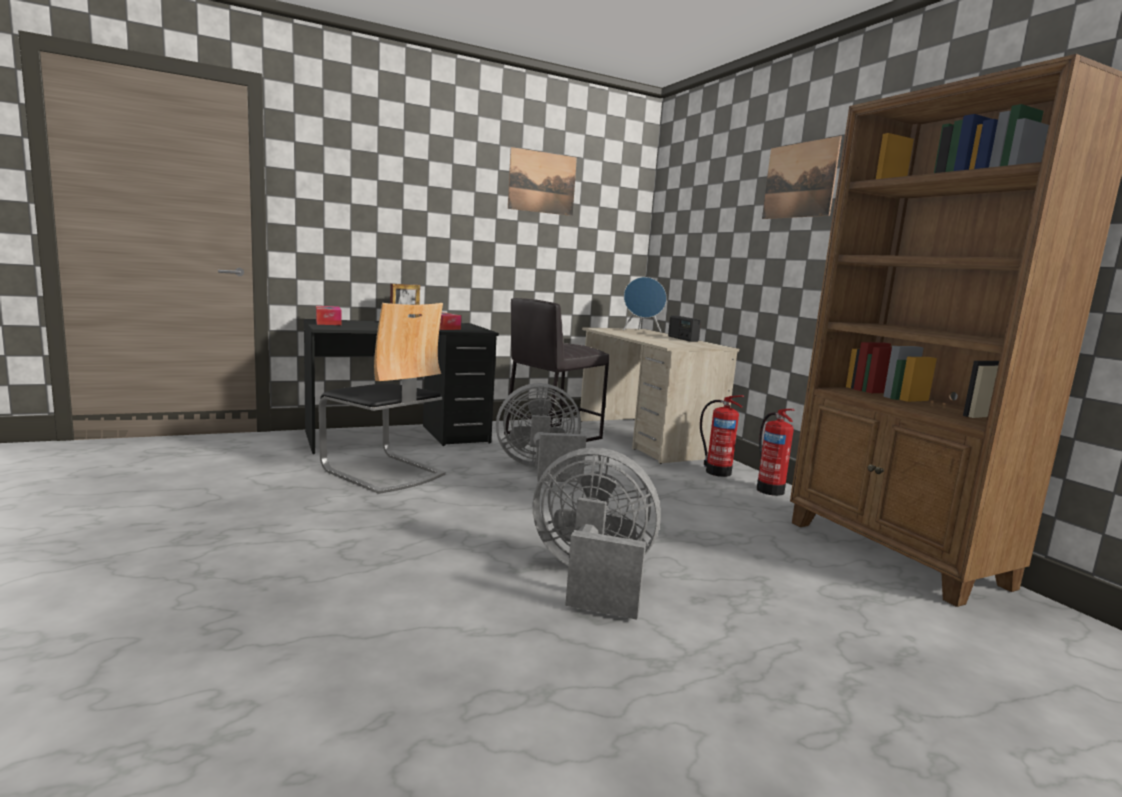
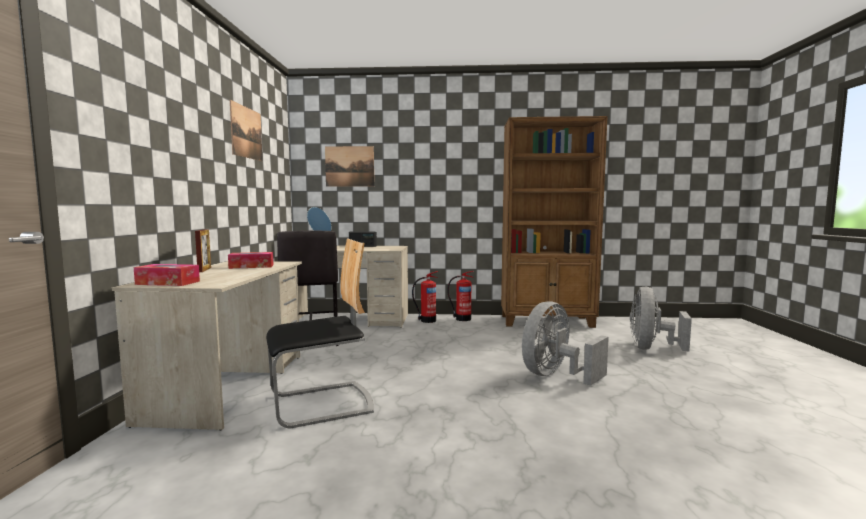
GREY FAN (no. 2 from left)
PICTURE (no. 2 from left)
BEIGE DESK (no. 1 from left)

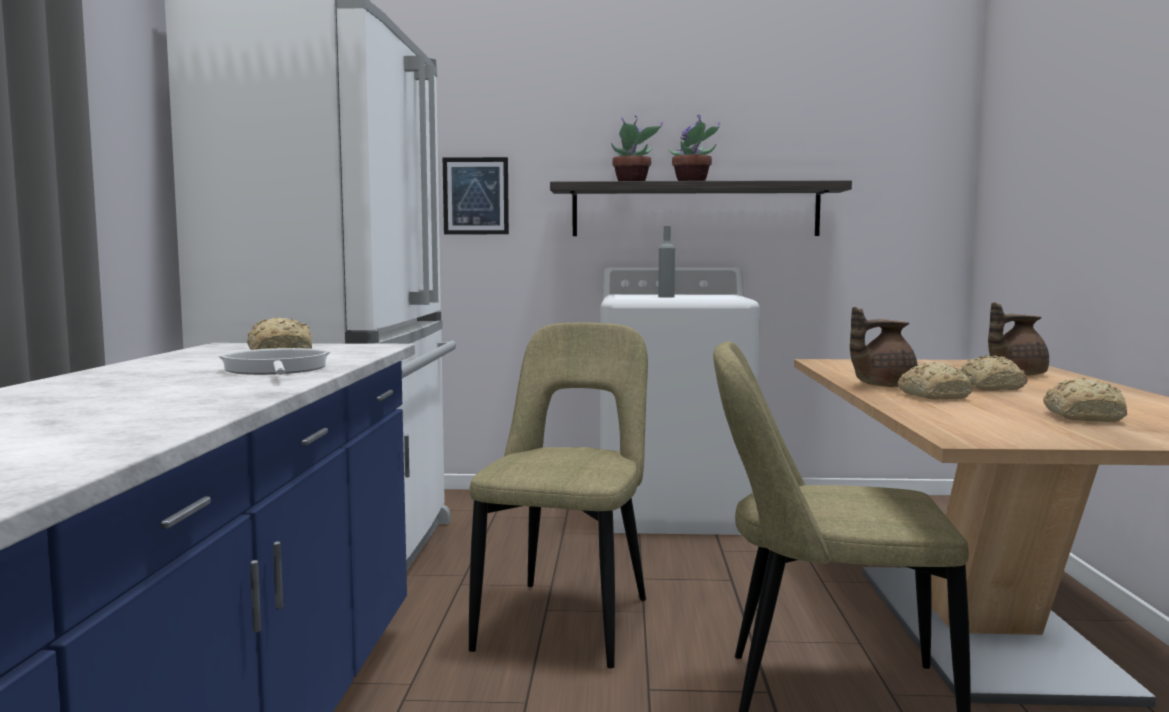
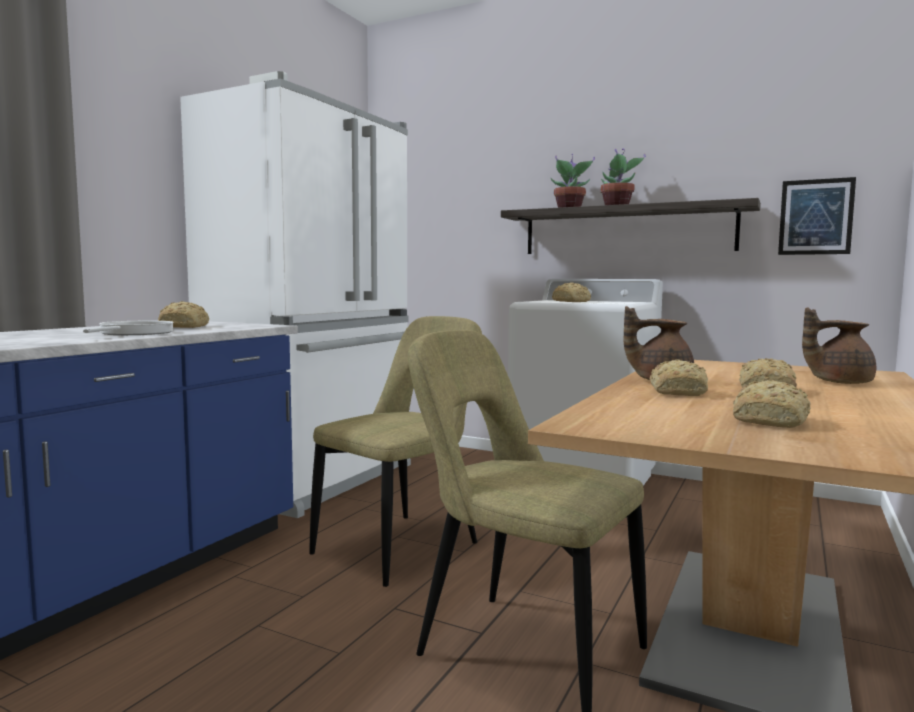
PICTURE
BREAD (no. 2 from left)

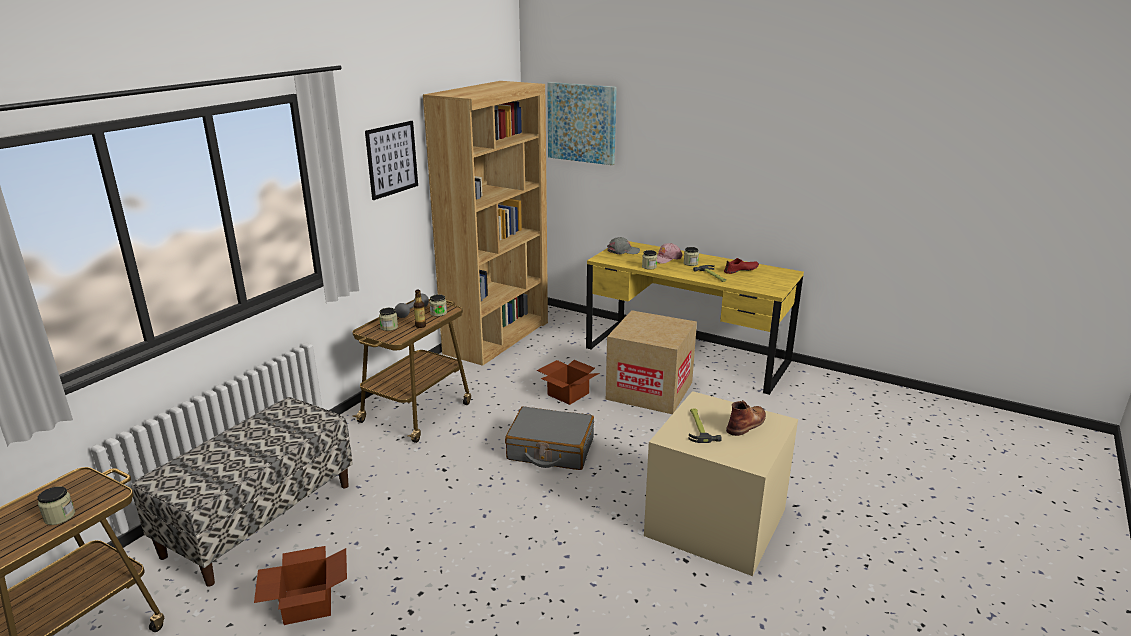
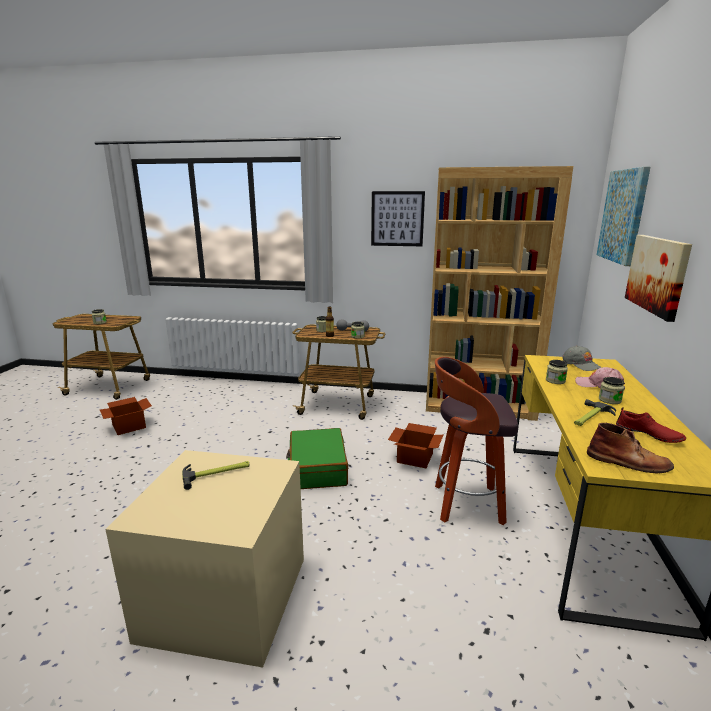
BENCH
PICTURE (no. 3 from left)
BROWN BOOT
STOOL
GREEN SUITCASE

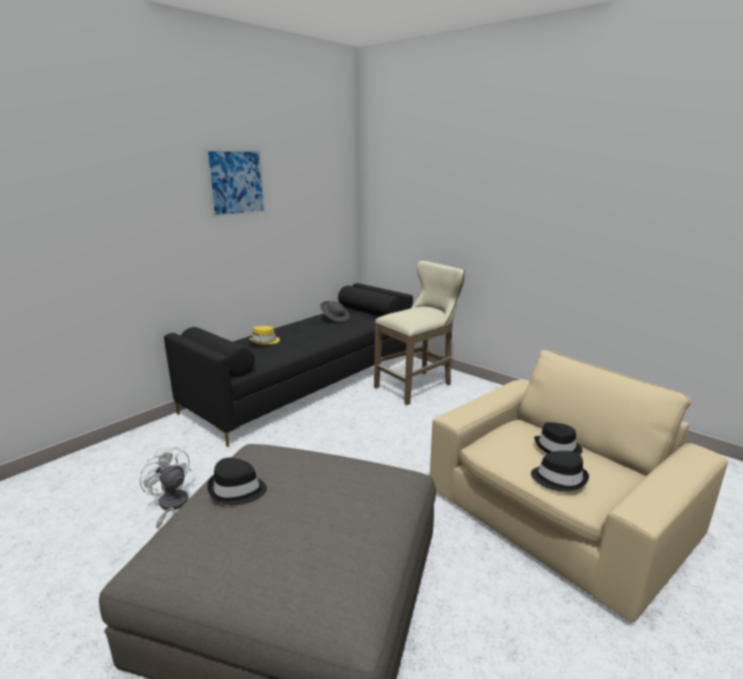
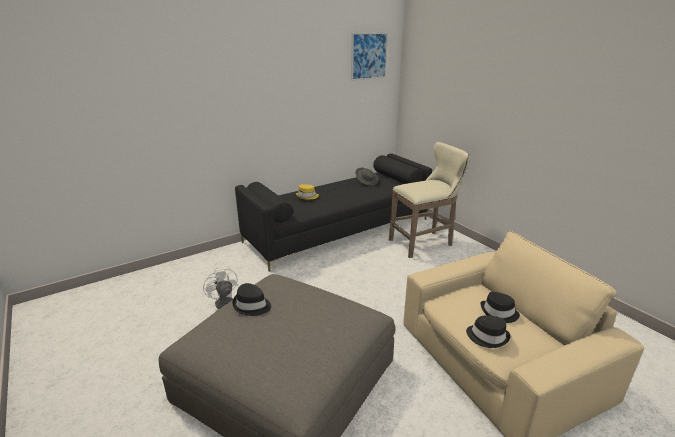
PICTURE

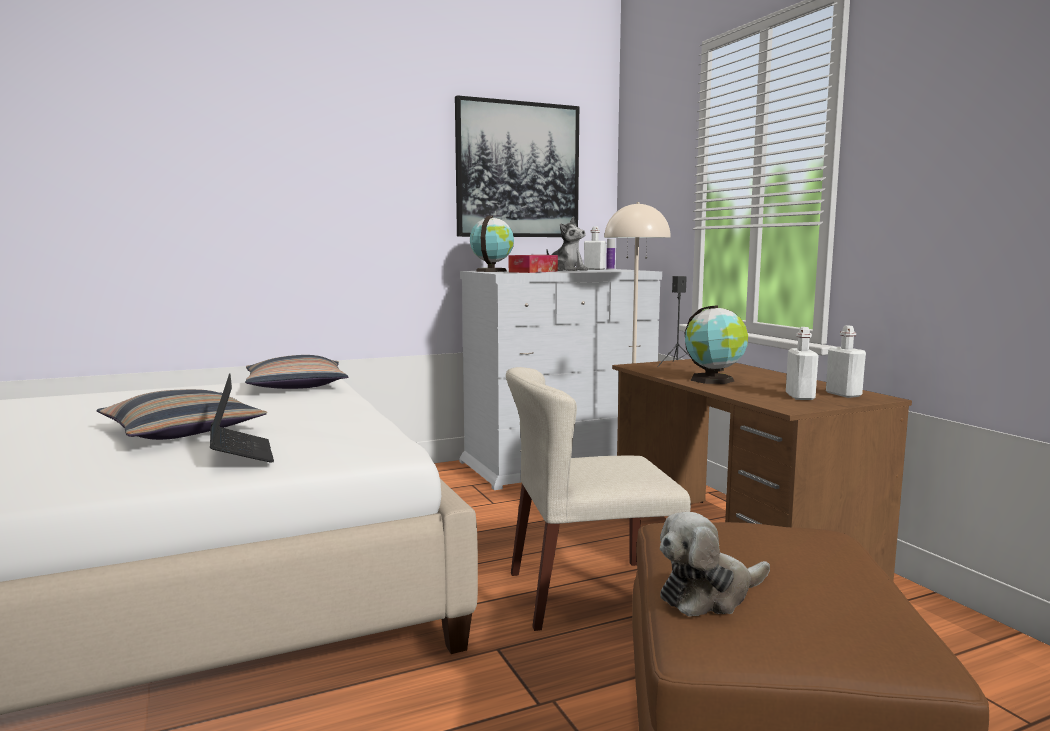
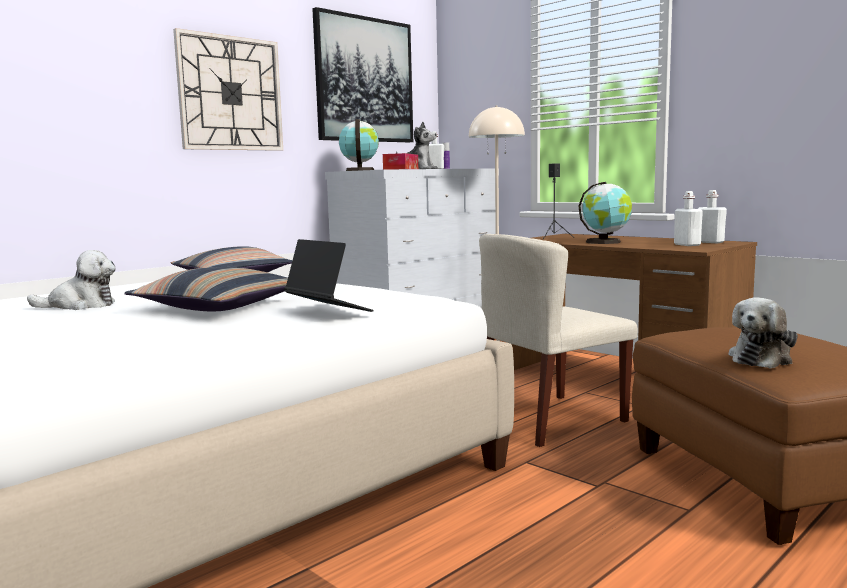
PLUSH TOY (no. 1 from left)
WALL CLOCK

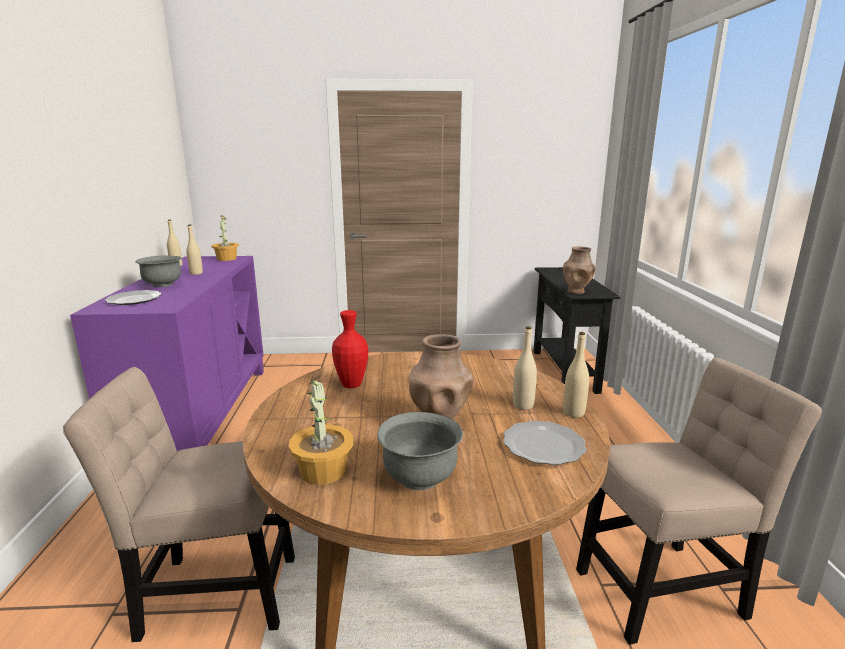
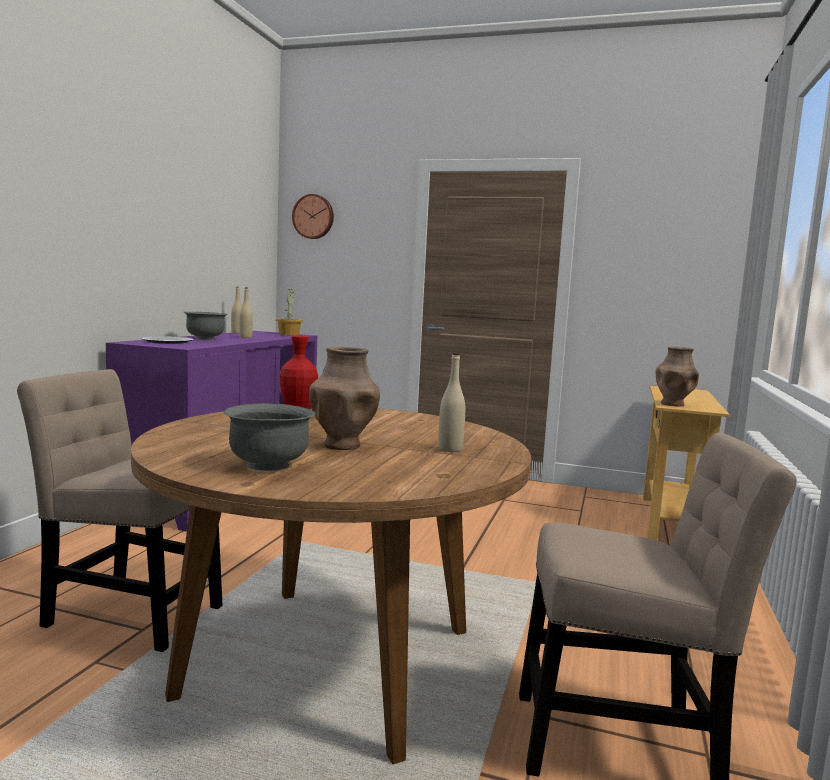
POTTED PLANT (no. 2 from left in the first image)
PLATE (no. 2 from left in the first image)
BEIGE BOTTLE (no. 4 from left in the first image)
WALL CLOCK
BEIGE CONSOLE TABLE

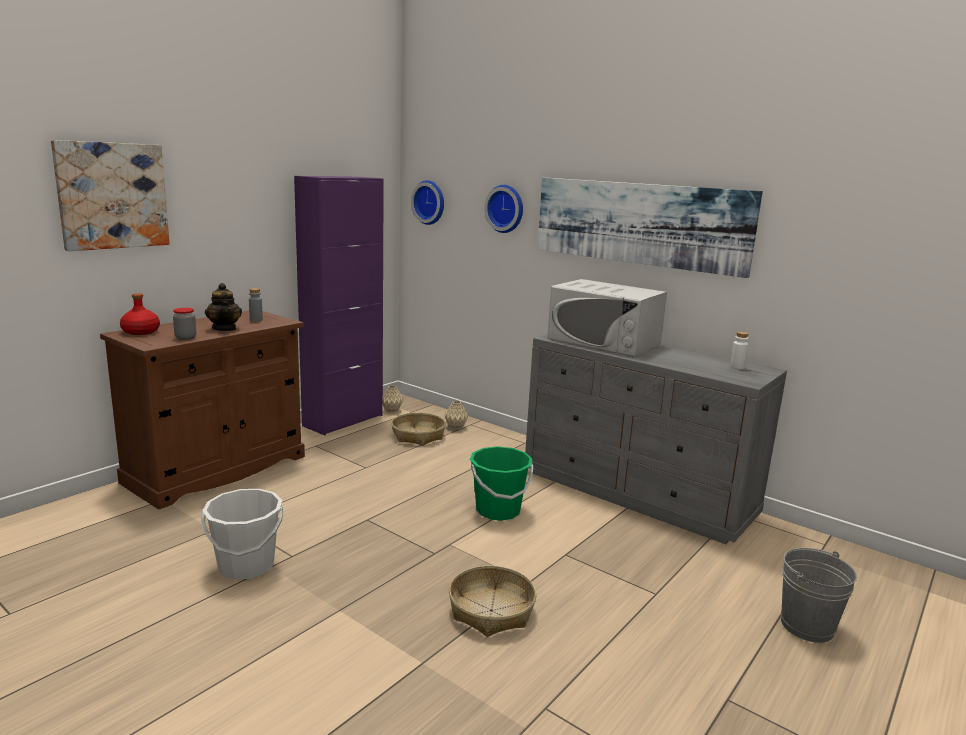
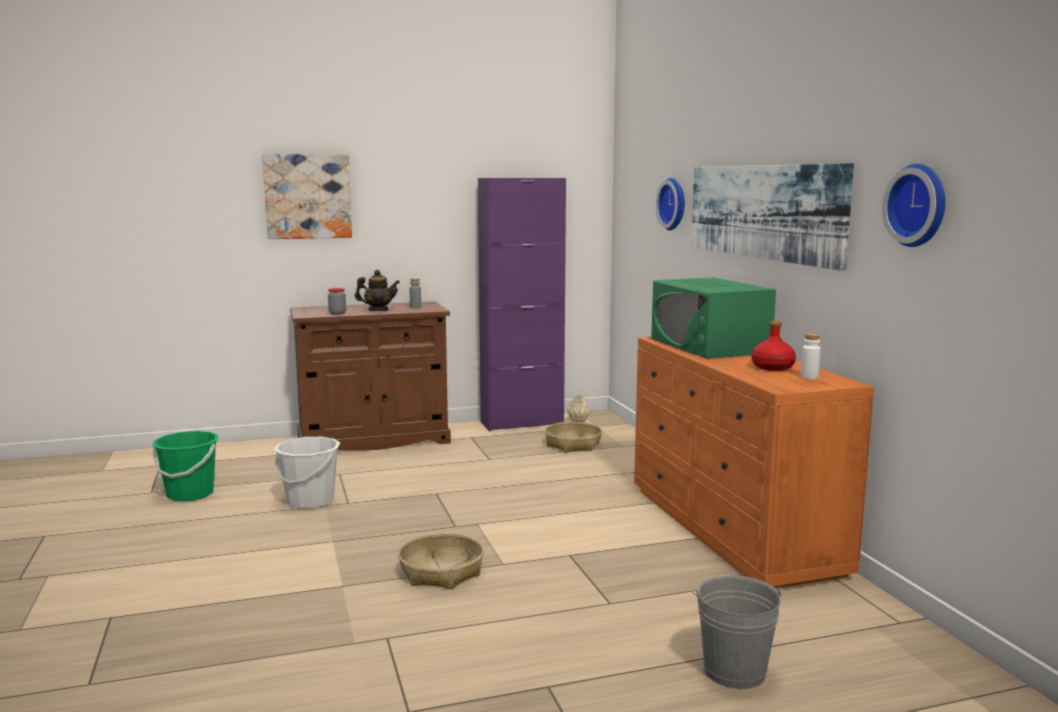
BEIGE VASE (no. 2 from left in the first image)
RED BOTTLE
WALL CLOCK (no. 2 from left)
GREEN BUCKET
ORANGE DRESSER
GREEN MICROWAVE
TEAPOT

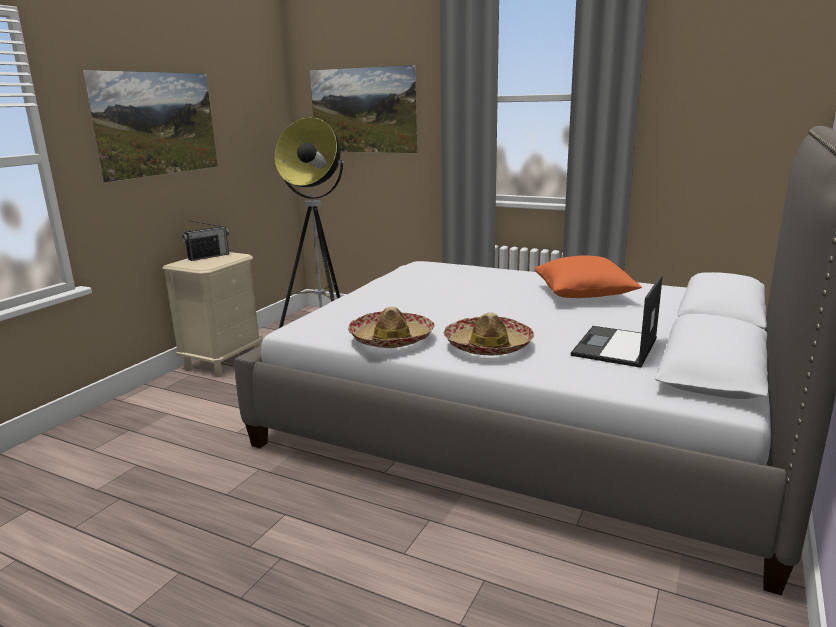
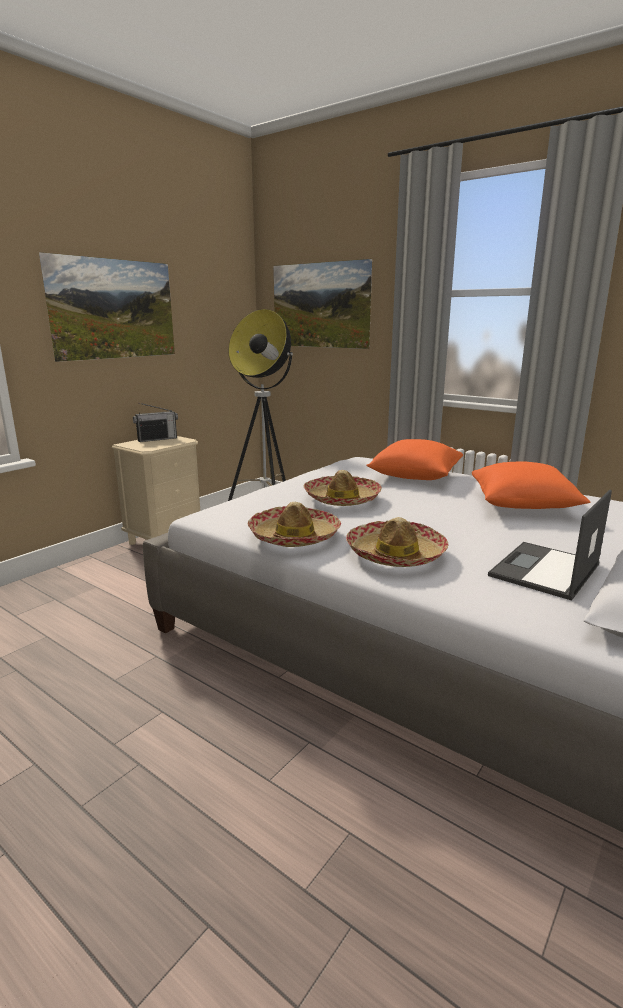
HAT (no. 2 from left)
ORANGE PILLOW (no. 1 from left)

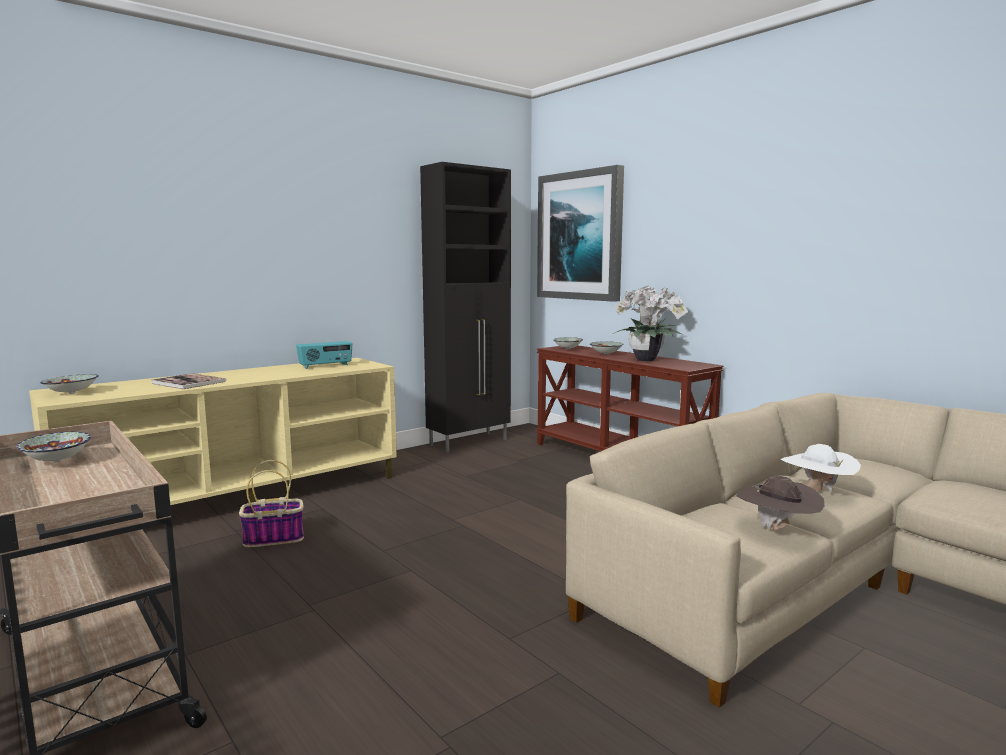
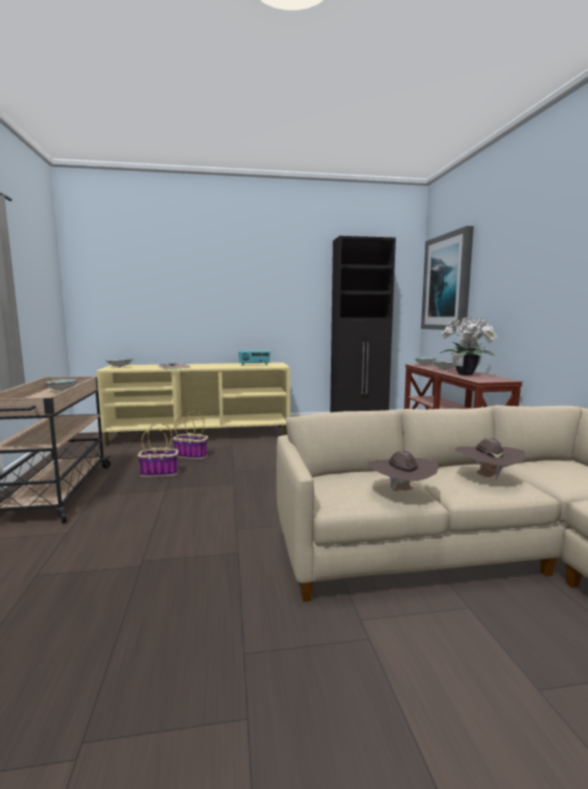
BASKET (no. 1 from left)
BROWN HAT (no. 2 from left)

